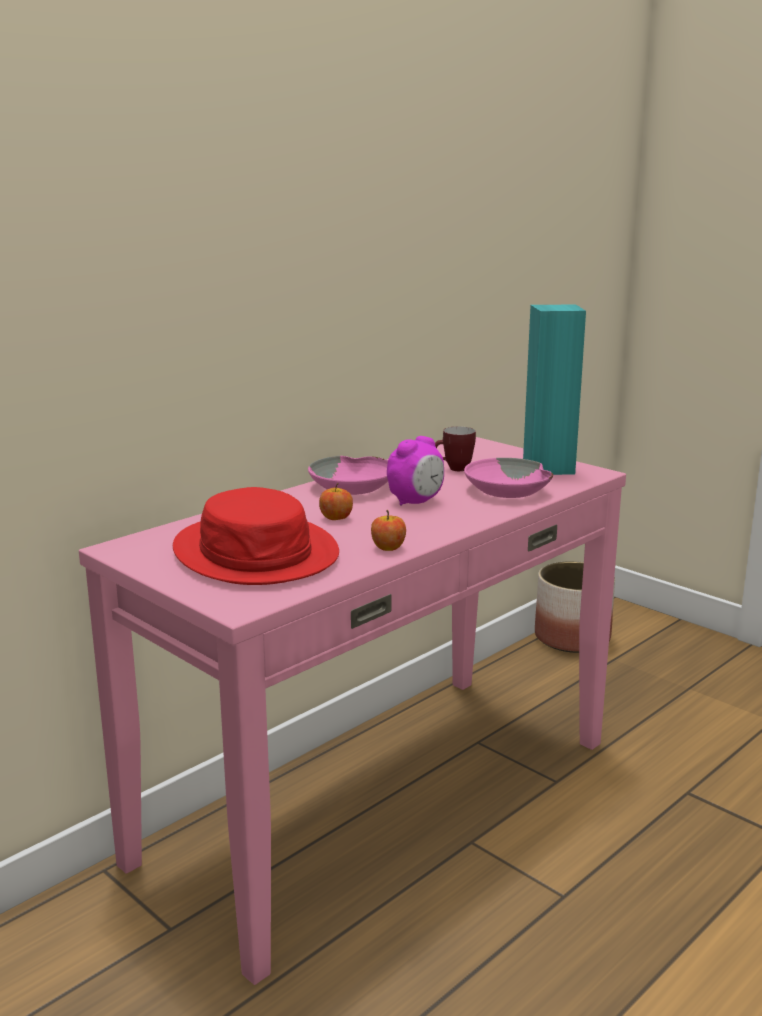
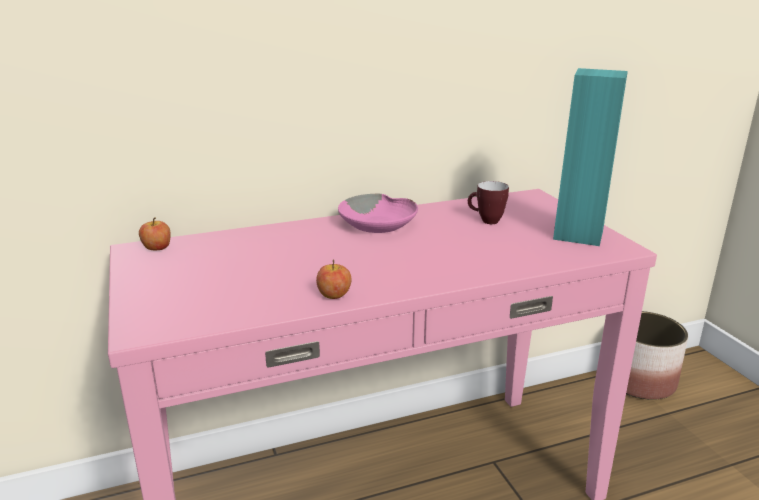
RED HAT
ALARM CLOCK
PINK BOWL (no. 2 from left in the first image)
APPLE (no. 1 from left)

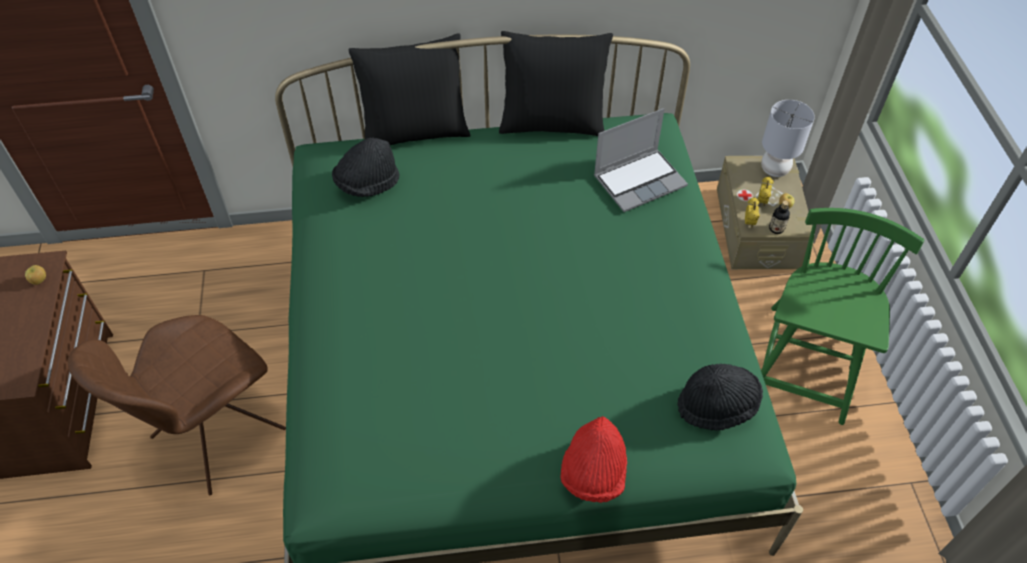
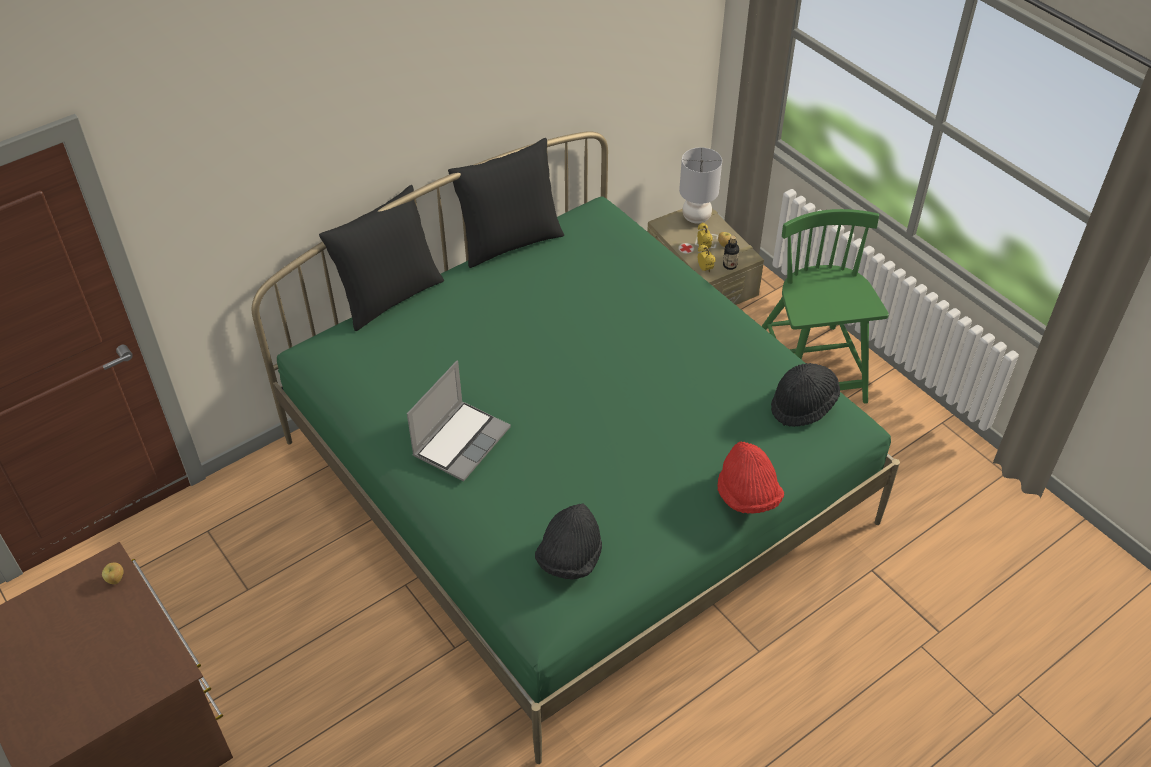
BROWN CHAIR
BLACK HAT (no. 1 from left)
LAPTOP

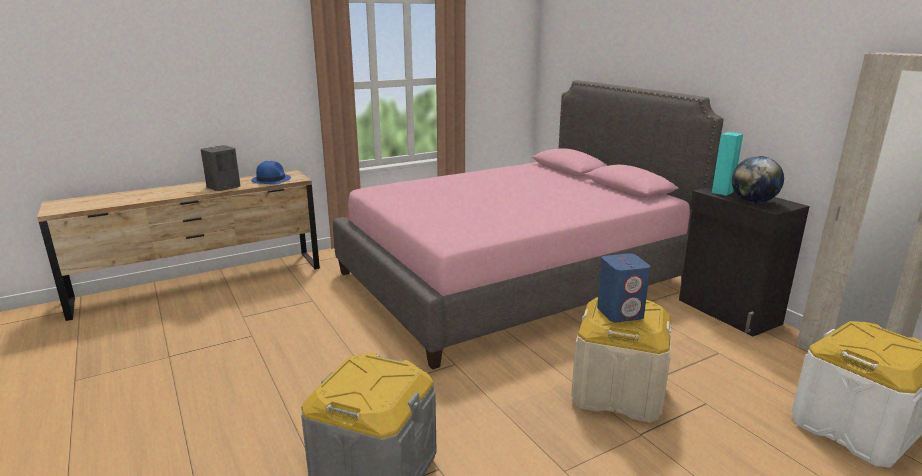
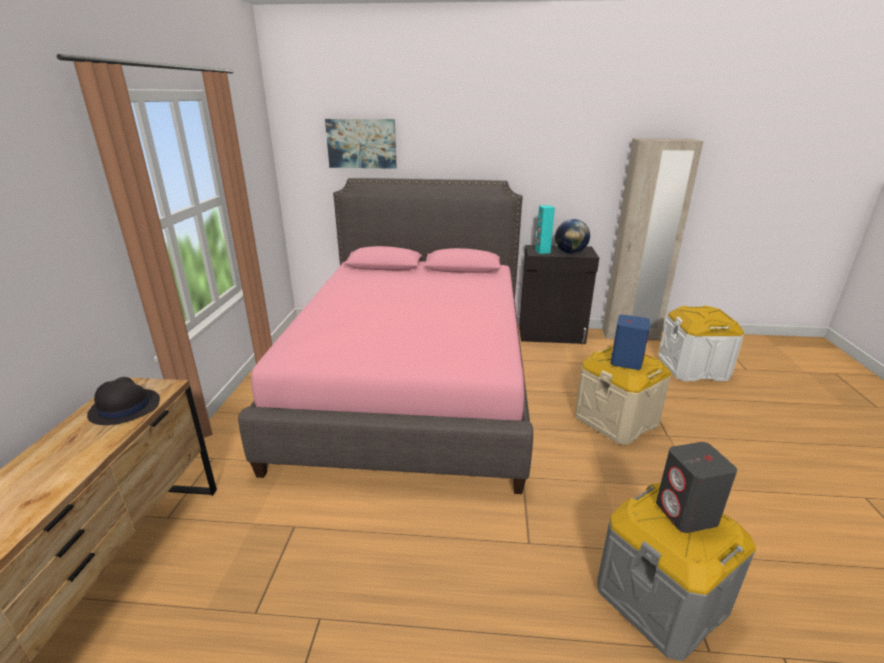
PICTURE
GREY SPEAKER
BLACK HAT

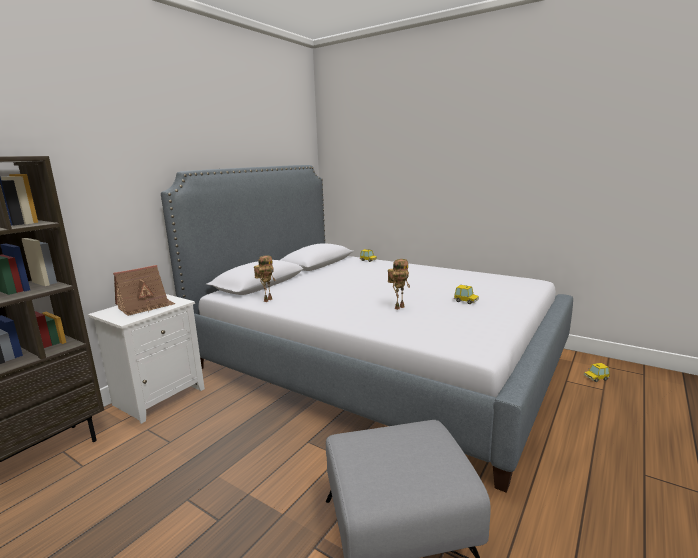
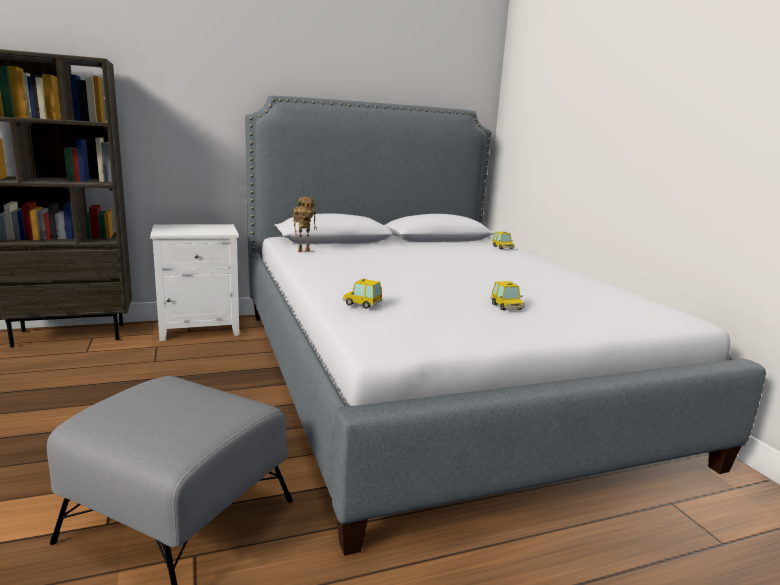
TOY HOUSE
TOY ROBOT (no. 2 from left in the first image)
TOY CAR (no. 1 from left)

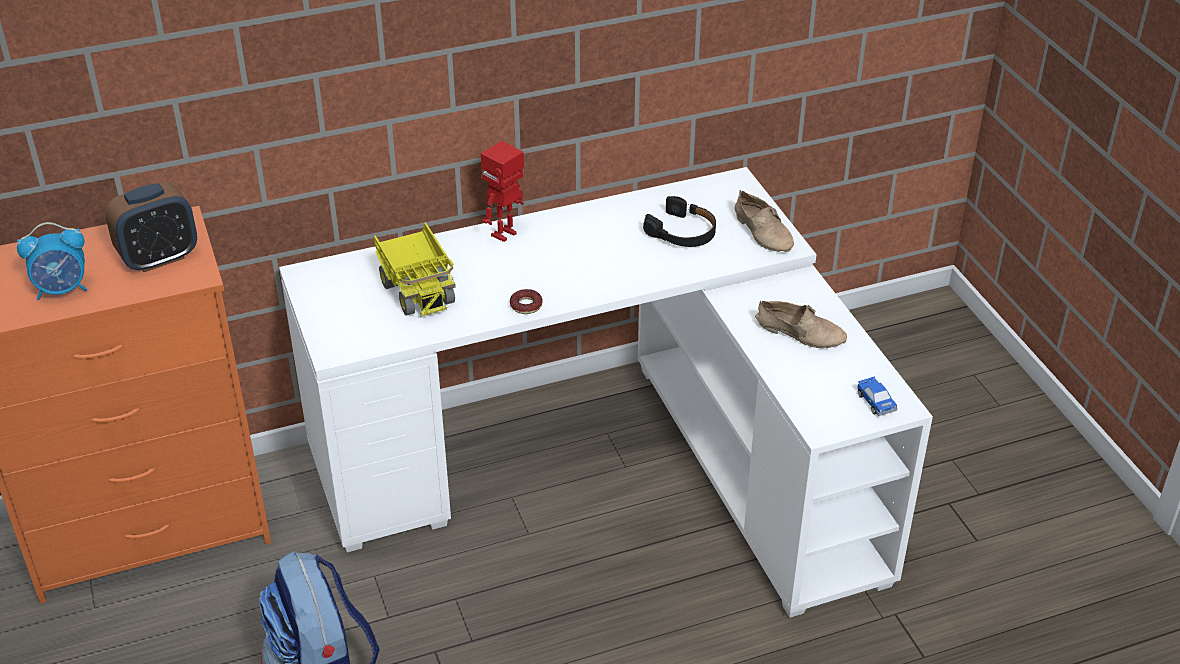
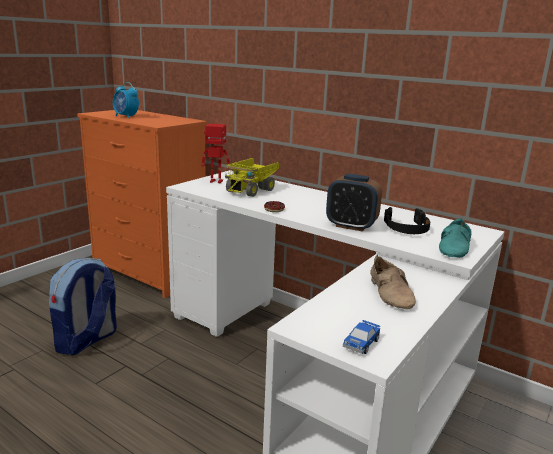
ALARM CLOCK (no. 2 from left)
TOY ROBOT
TURQUOISE SHOE

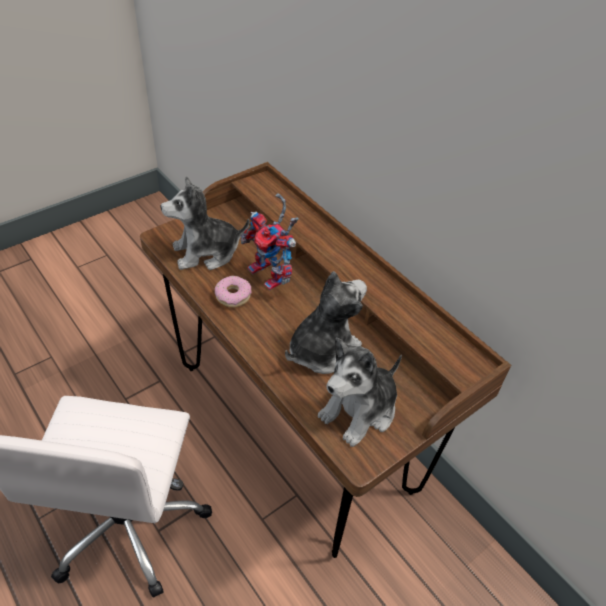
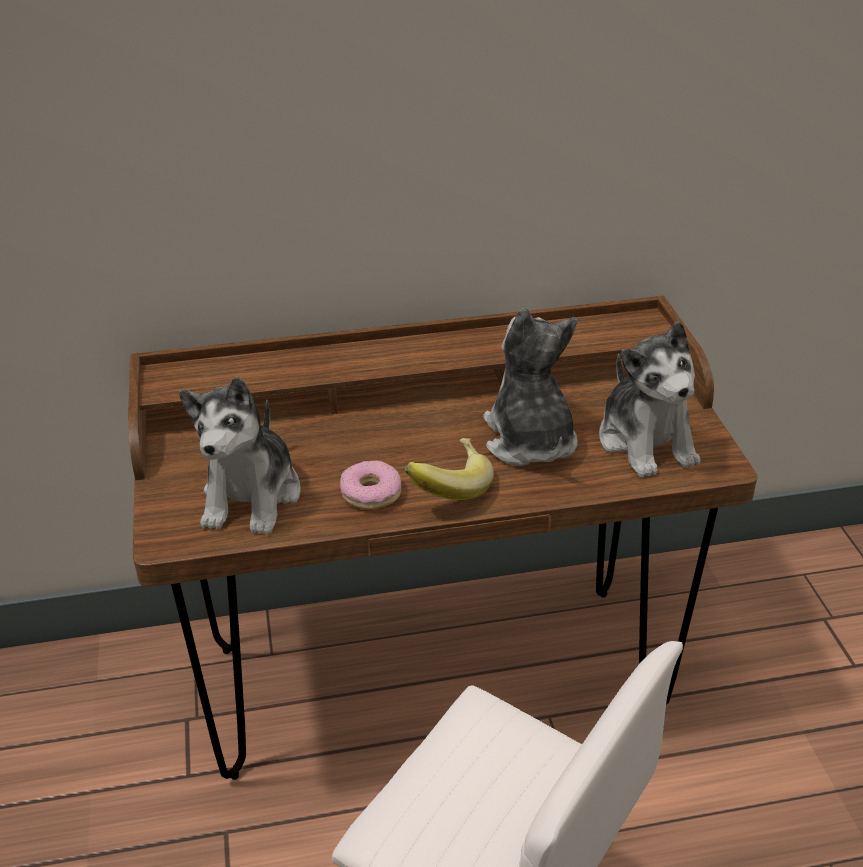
TOY ROBOT
BANANA

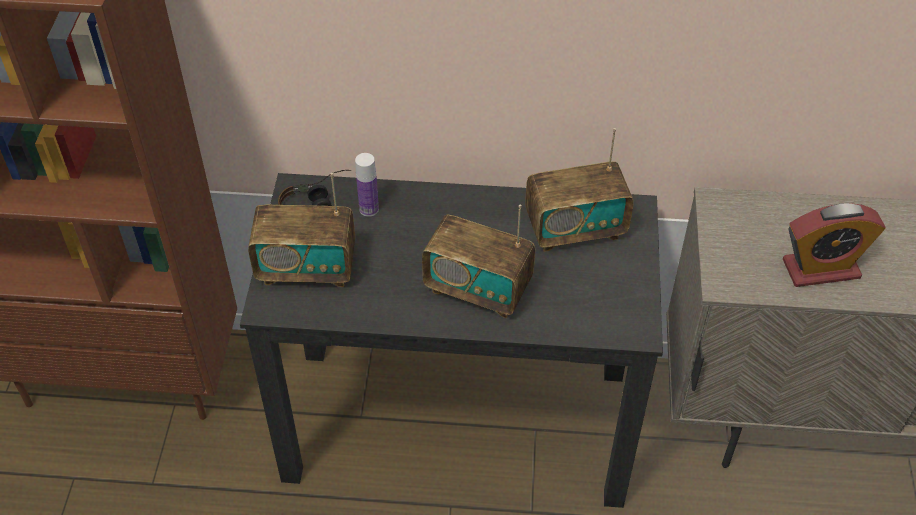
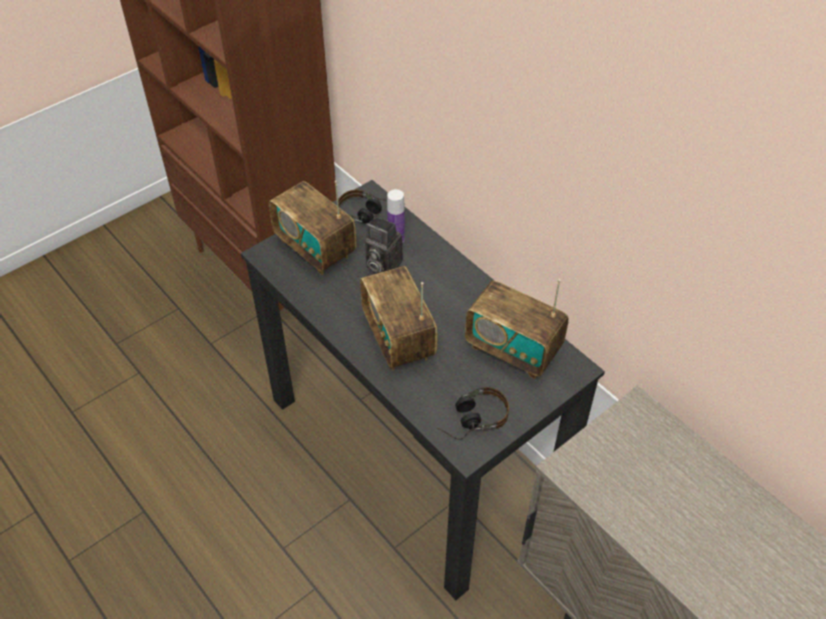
ALARM CLOCK
PHOTO CAMERA
HEADPHONES (no. 2 from left)

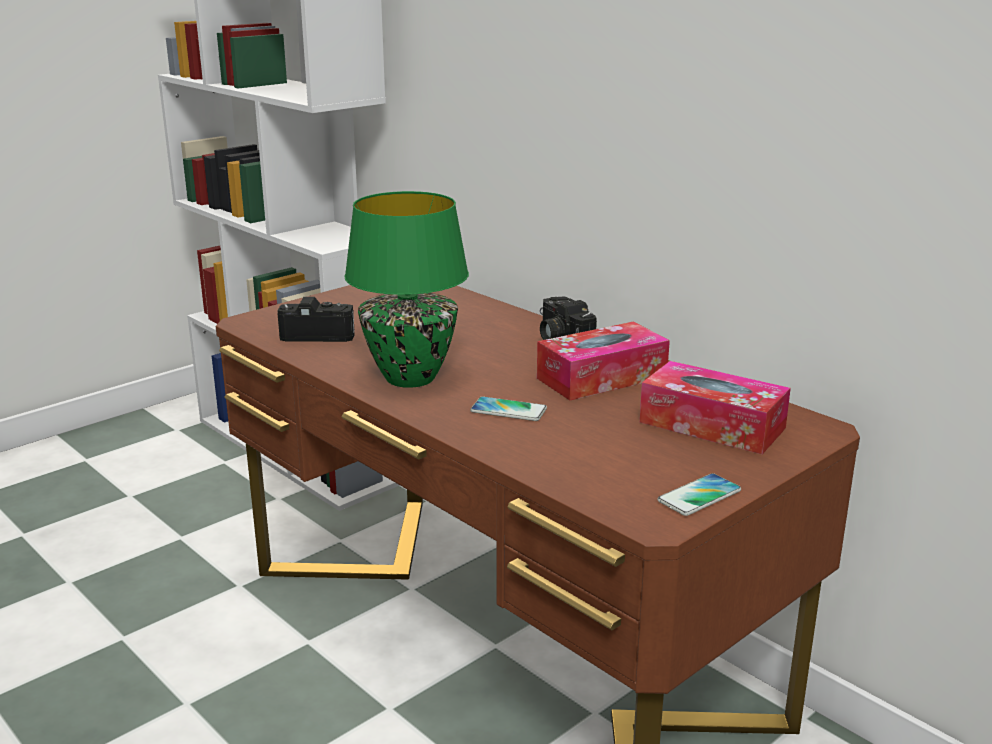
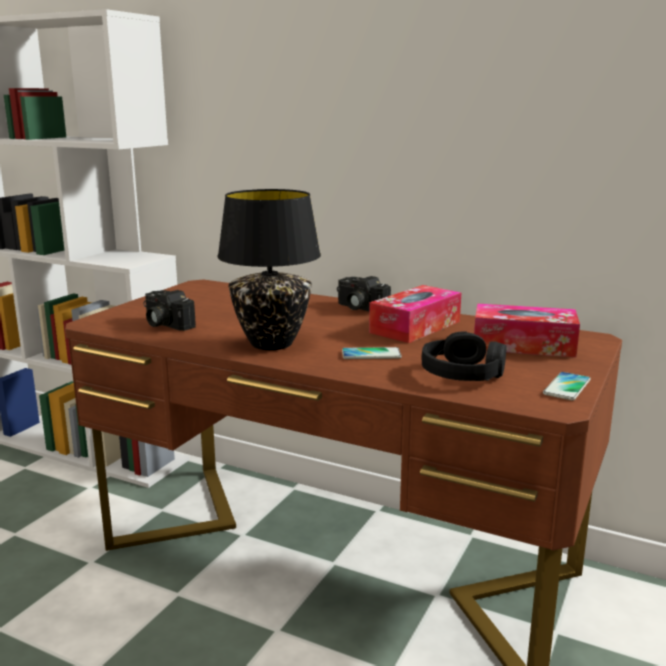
BLACK HEADPHONES
BLACK TABLE LAMP
PHOTO CAMERA (no. 1 from left)

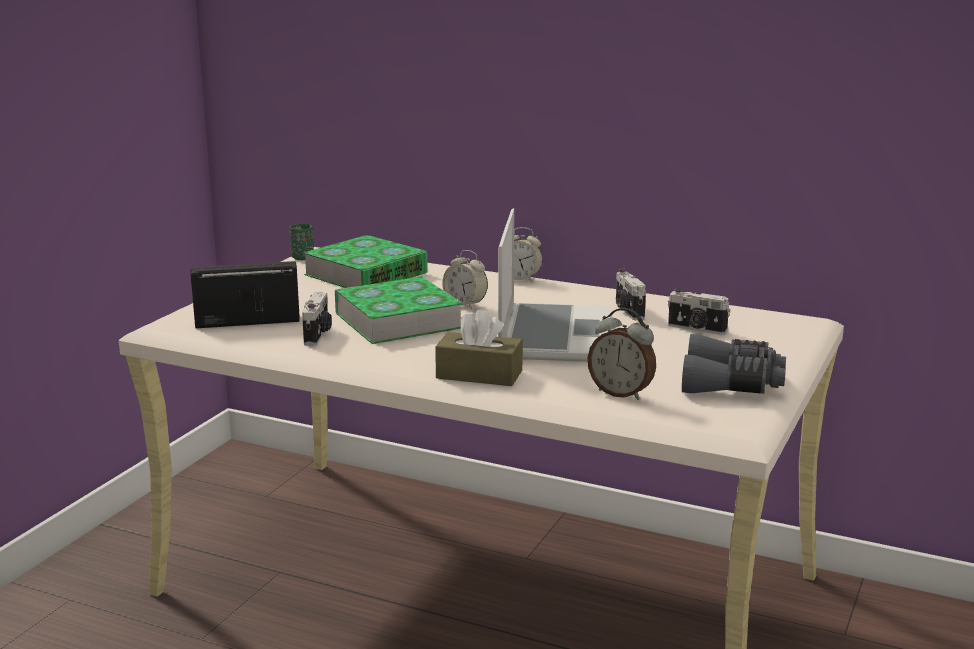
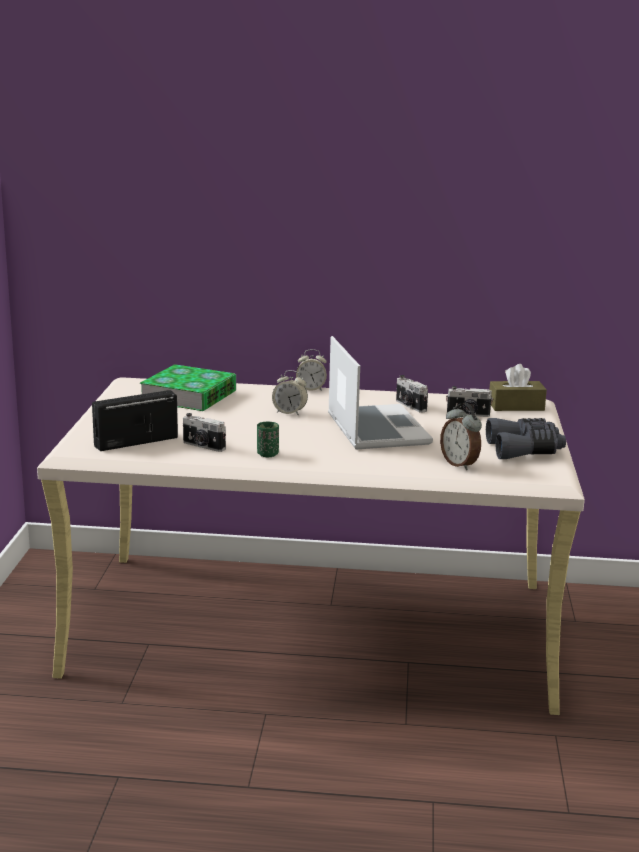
BOOK (no. 2 from left in the first image)
GREEN CUP
BROWN TISSUE BOX
PHOTO CAMERA (no. 1 from left)
ALARM CLOCK (no. 3 from left)

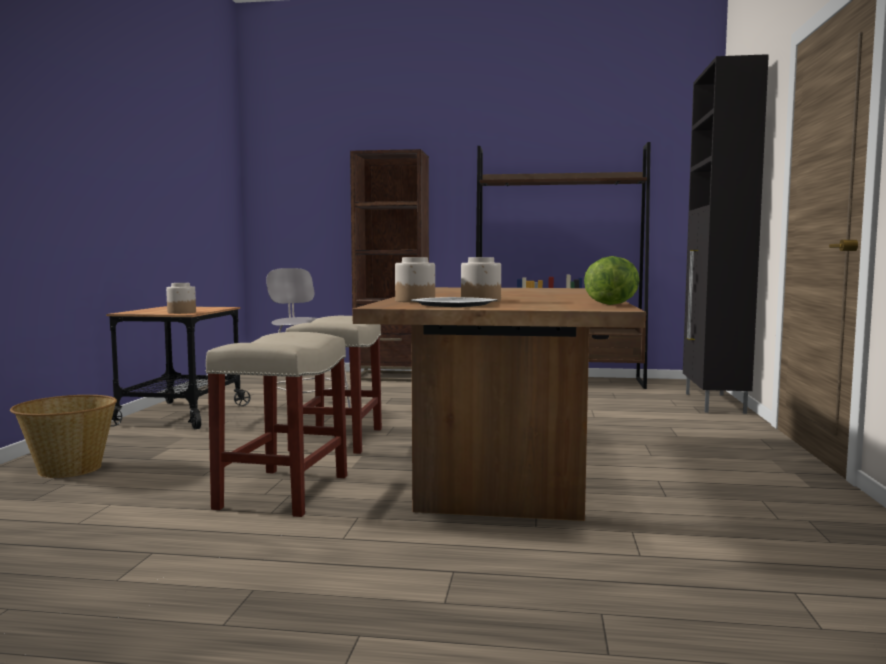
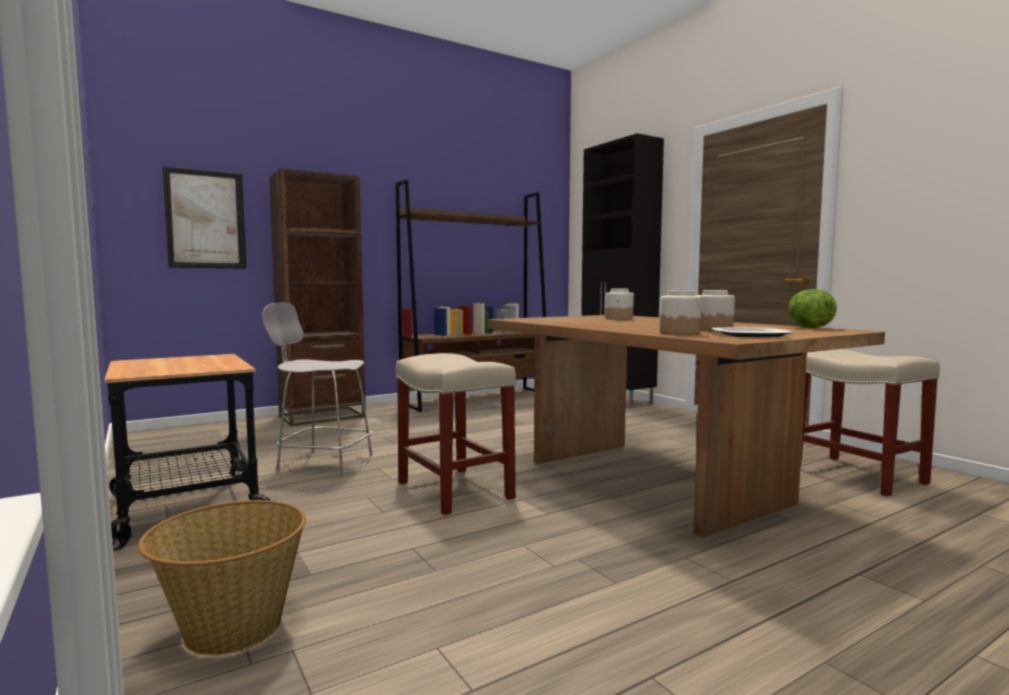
PICTURE
JAR (no. 1 from left)
BEIGE STOOL (no. 2 from left)

